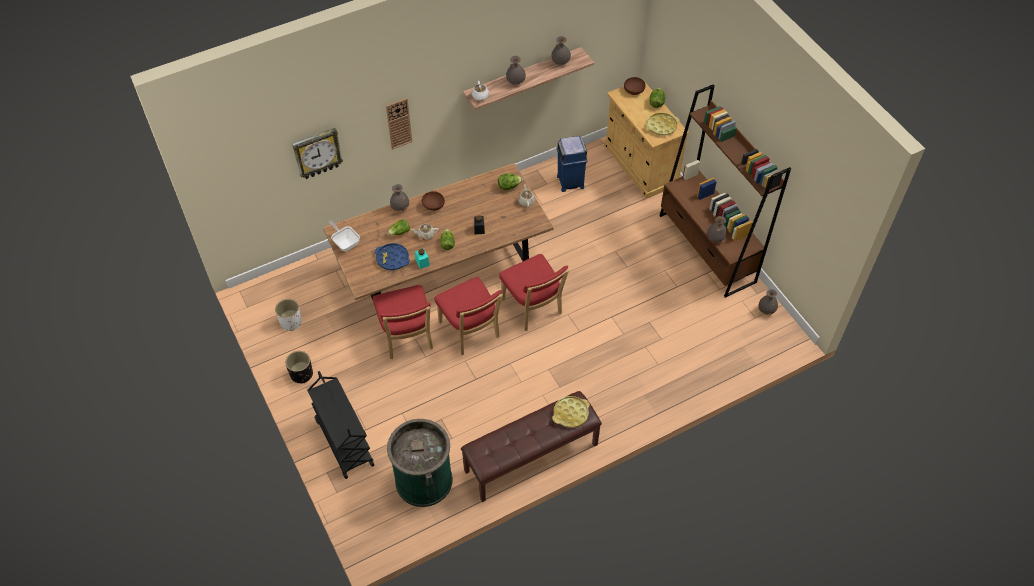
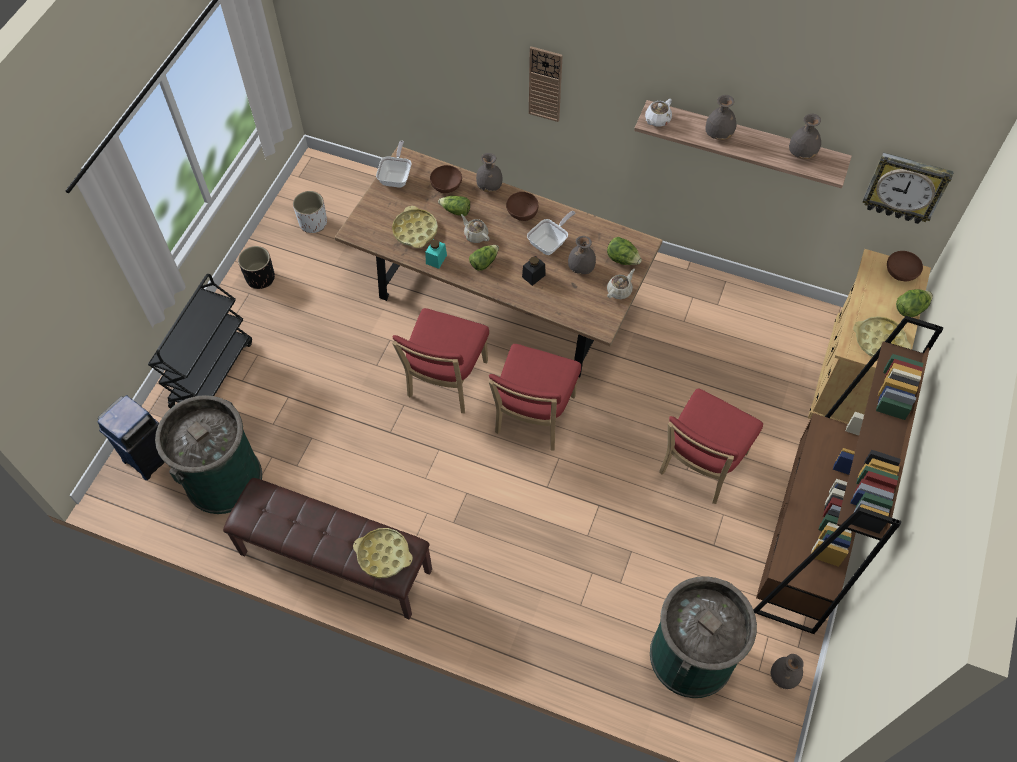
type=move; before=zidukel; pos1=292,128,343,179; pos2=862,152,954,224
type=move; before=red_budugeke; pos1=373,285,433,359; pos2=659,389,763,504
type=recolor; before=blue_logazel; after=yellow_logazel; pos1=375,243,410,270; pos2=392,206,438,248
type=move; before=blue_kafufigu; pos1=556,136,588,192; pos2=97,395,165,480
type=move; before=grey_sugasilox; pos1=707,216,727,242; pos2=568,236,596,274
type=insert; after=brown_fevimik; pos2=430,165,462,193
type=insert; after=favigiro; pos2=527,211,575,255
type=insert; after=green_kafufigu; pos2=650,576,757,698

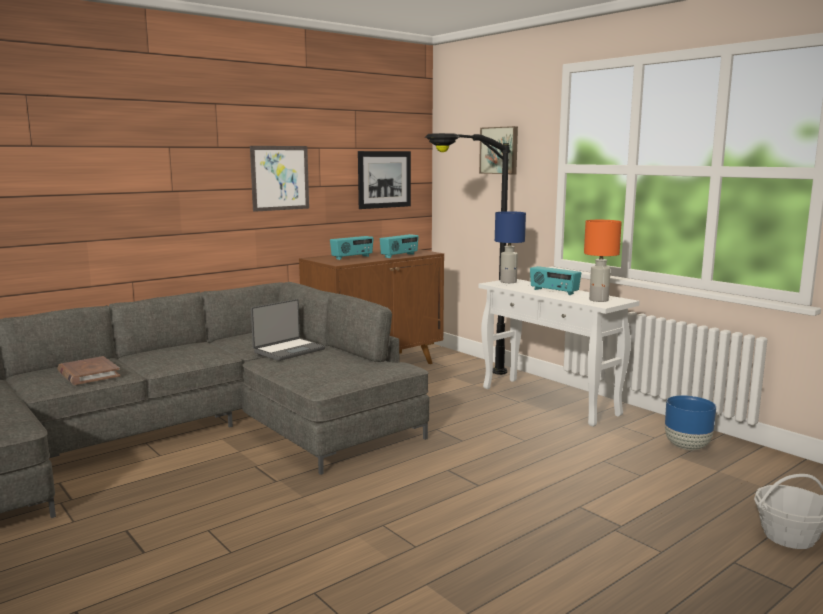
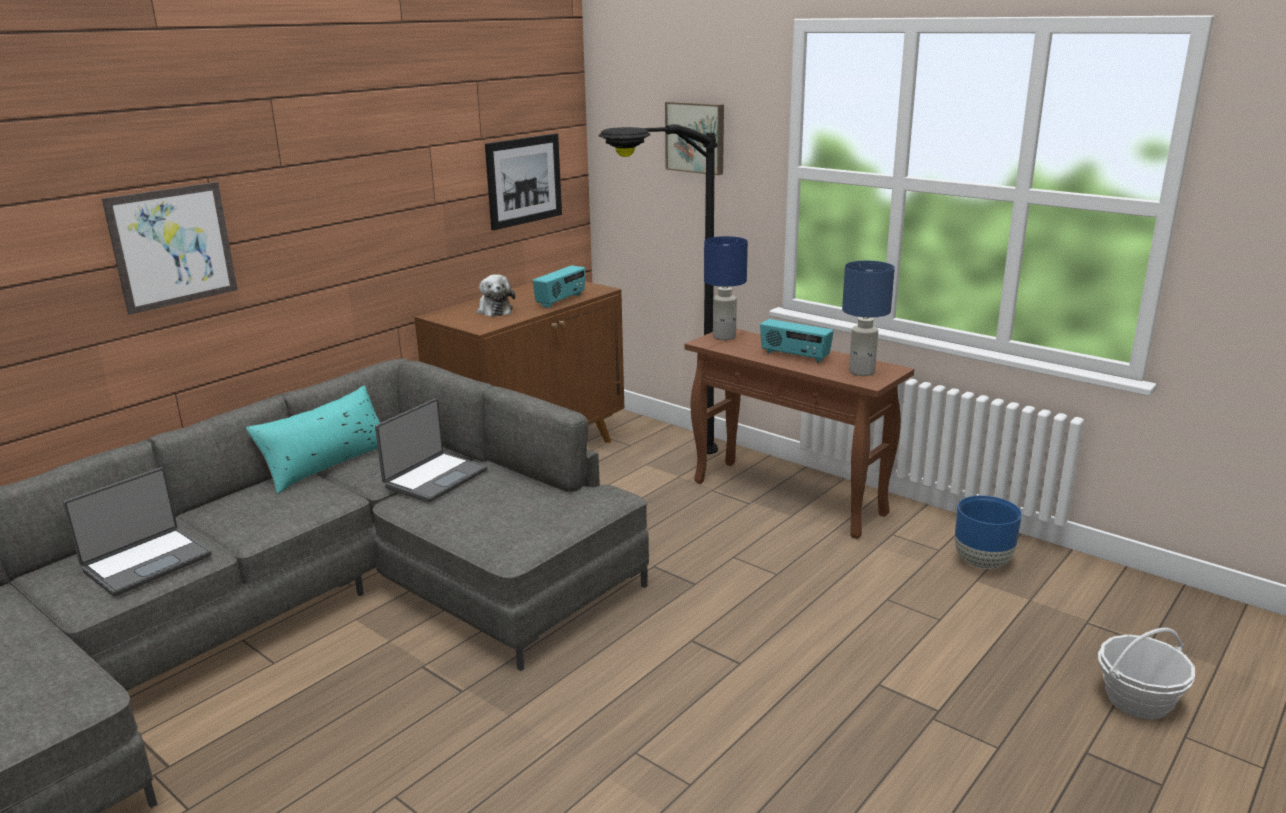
type=replace; before=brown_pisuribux; after=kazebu; pos1=58,356,120,385; pos2=63,467,211,597
type=move; before=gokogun; pos1=250,146,309,212; pos2=102,182,238,315
type=replace; before=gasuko; after=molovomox; pos1=330,236,374,260; pos2=477,274,515,317
type=recolor; before=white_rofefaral; after=brown_rofefaral; pos1=478,279,640,427; pos2=684,329,914,539
type=recolor; before=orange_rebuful; after=blue_rebuful; pos1=584,220,622,302; pos2=842,261,895,376
type=insert; after=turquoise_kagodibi; pos2=246,386,380,494

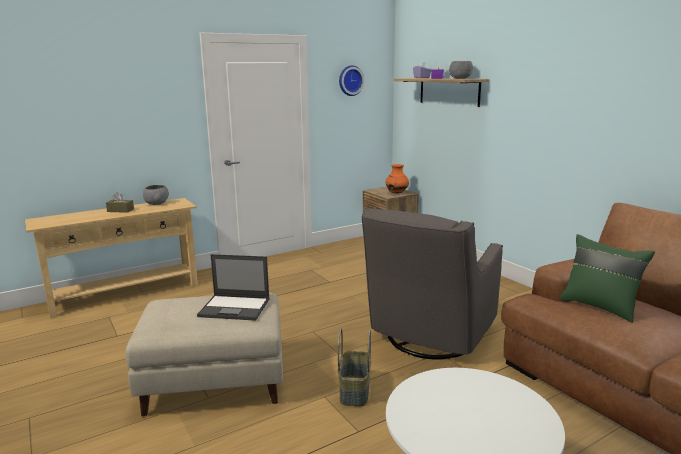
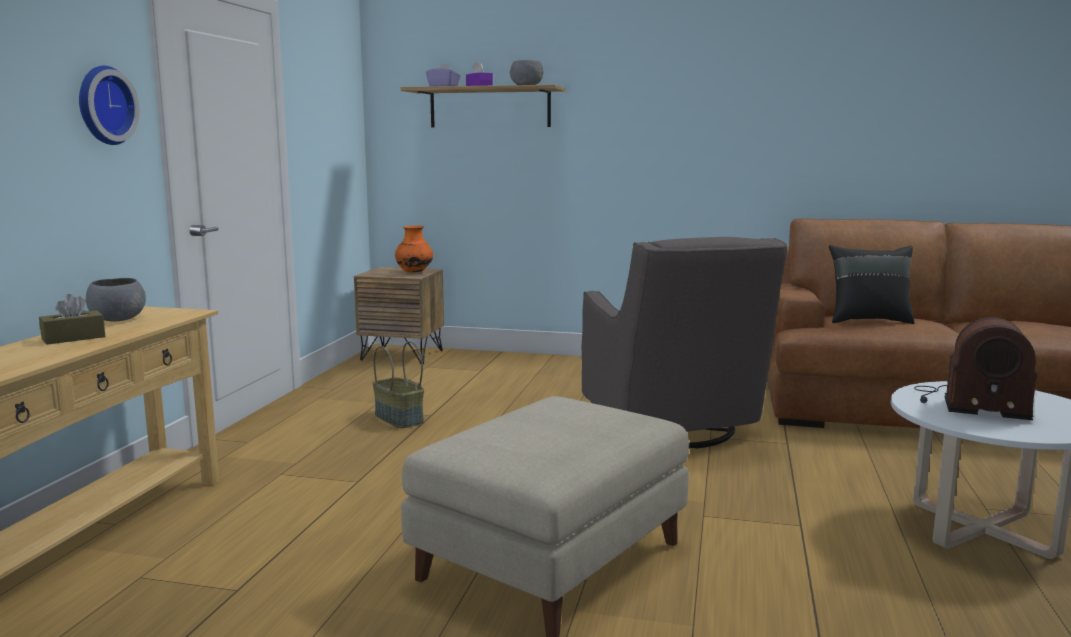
type=delete; before=kazebu; pos1=197,254,270,321
type=move; before=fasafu; pos1=338,328,371,407; pos2=373,341,424,428
type=move; before=zidukel; pos1=339,65,364,96; pos2=79,65,140,145
type=recolor; before=green_kagodibi; after=black_kagodibi; pos1=559,234,655,323; pos2=829,245,914,324
type=insert; after=gasuko; pos2=914,317,1038,420

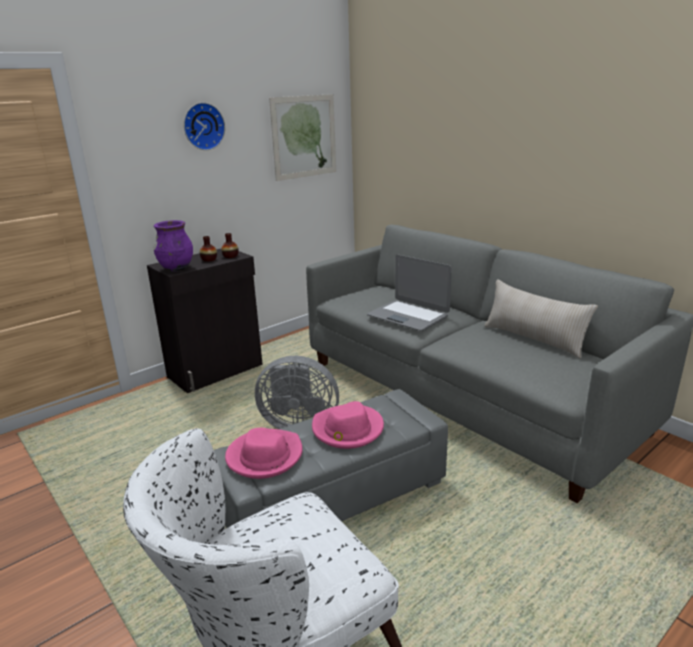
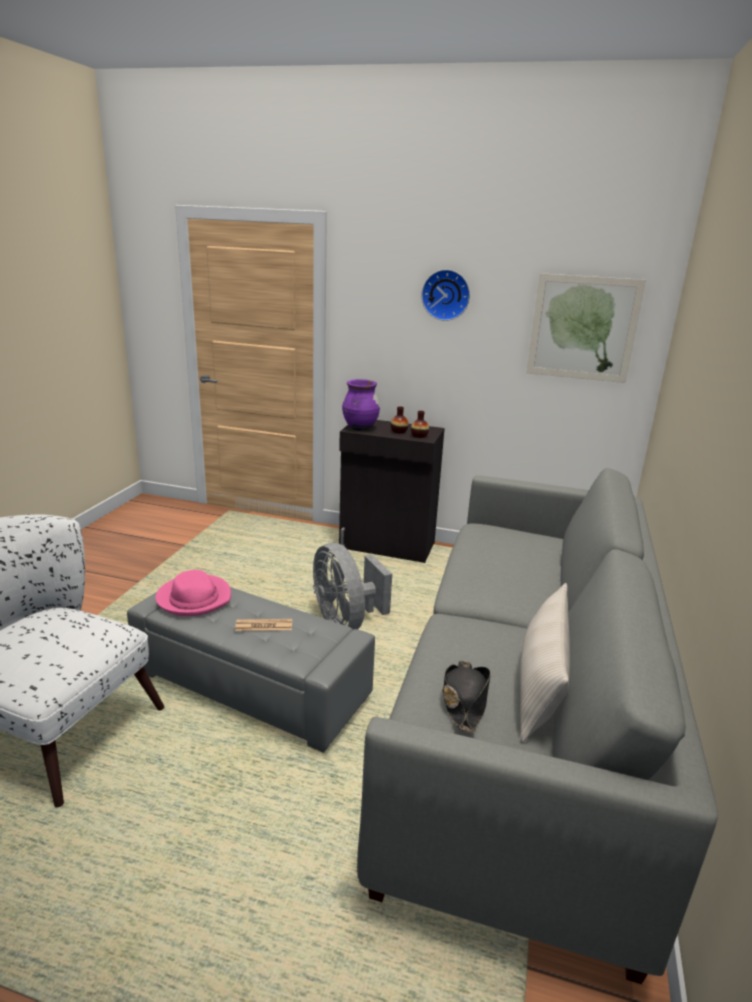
type=replace; before=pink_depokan; after=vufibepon; pos1=312,401,384,449; pos2=235,619,292,631
type=delete; before=kazebu; pos1=367,255,452,331
type=insert; after=black_depokan; pos2=442,660,491,733

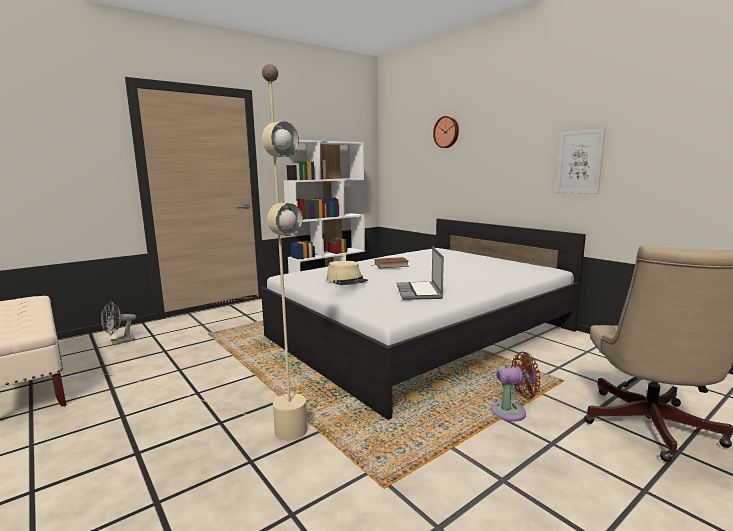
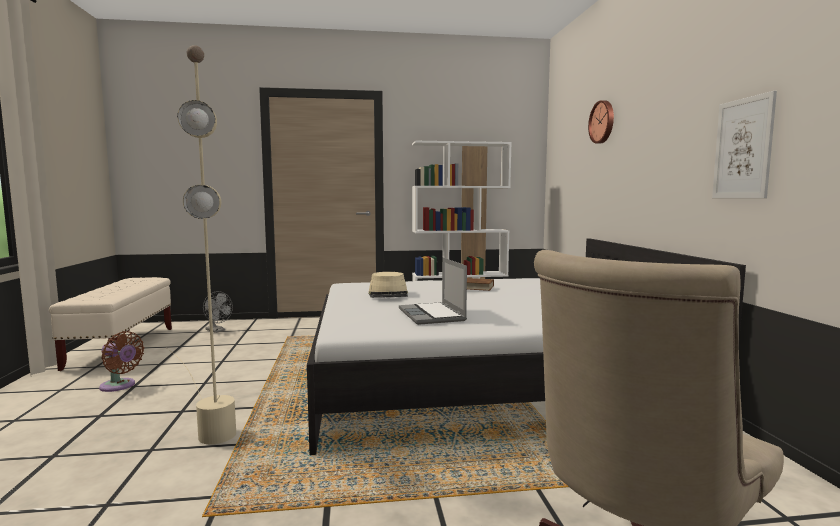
type=rotate; before=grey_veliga; pos1=101,301,136,345; pos2=203,291,233,333; turn=-135
type=rotate; before=kazebu; pos1=396,246,444,300; pos2=399,257,467,325; turn=-45
type=move; before=brown_veliga; pos1=491,352,541,421; pos2=99,331,144,392

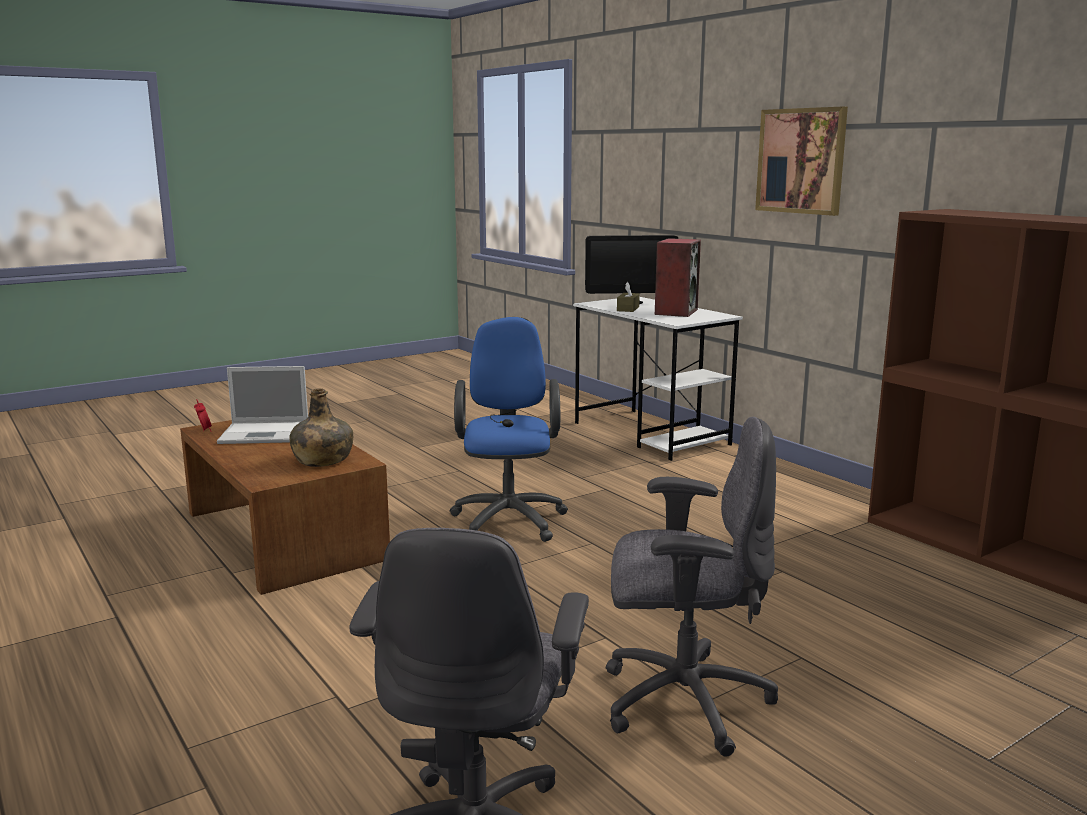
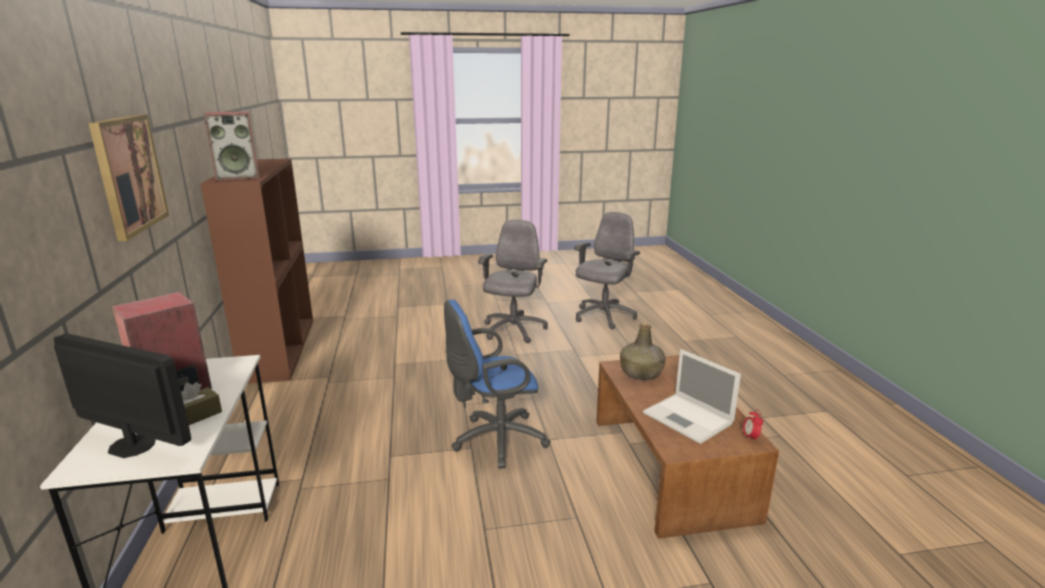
type=rotate; before=kazebu; pos1=217,366,308,444; pos2=643,349,741,444; turn=-150
type=rotate; before=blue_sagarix; pos1=450,317,568,542; pos2=444,300,551,469; turn=45
type=rotate; before=grey_sagarix; pos1=606,417,778,757; pos2=478,220,548,343; turn=75
type=insert; after=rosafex; pos2=204,111,259,181

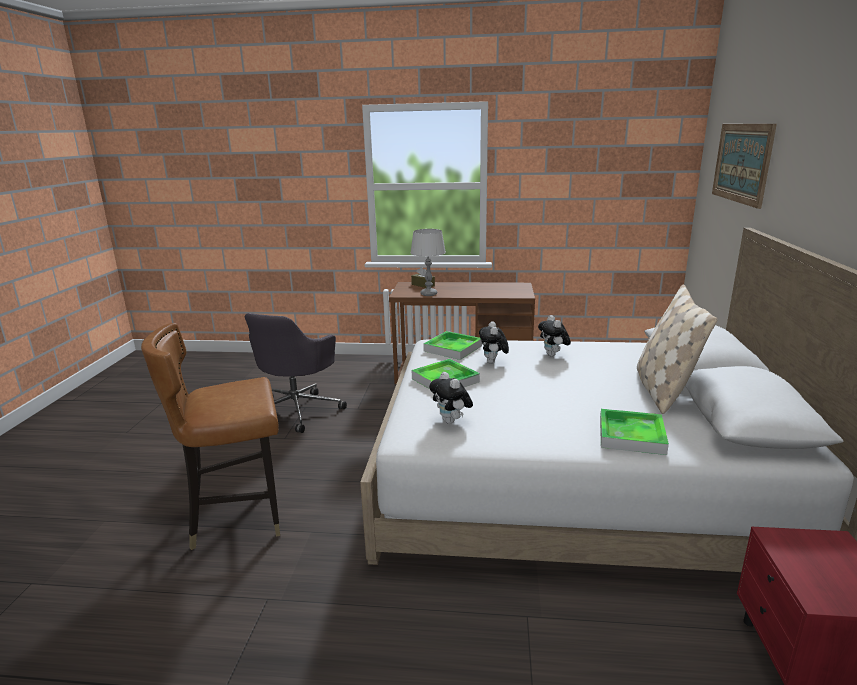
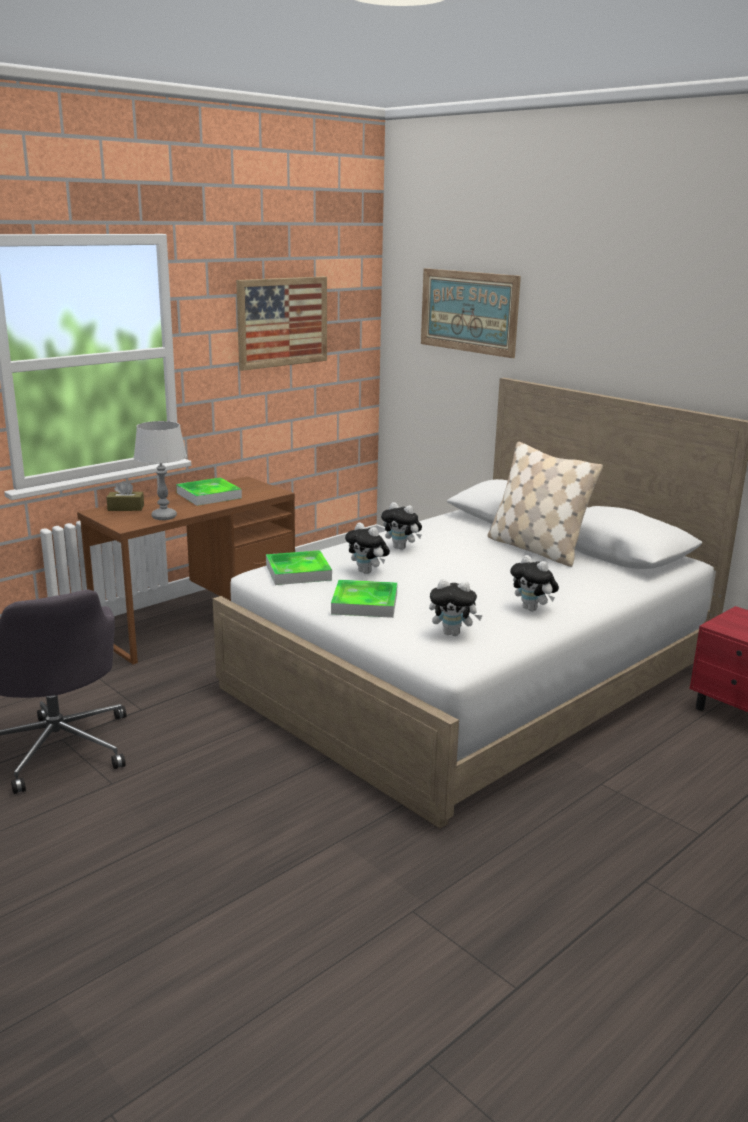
type=delete; before=brown_budugeke; pos1=141,323,280,550
type=move; before=logazel; pos1=600,409,669,455; pos2=176,478,242,506
type=insert; after=gokogun; pos2=236,276,327,371
type=insert; after=molovomox; pos2=510,555,559,611

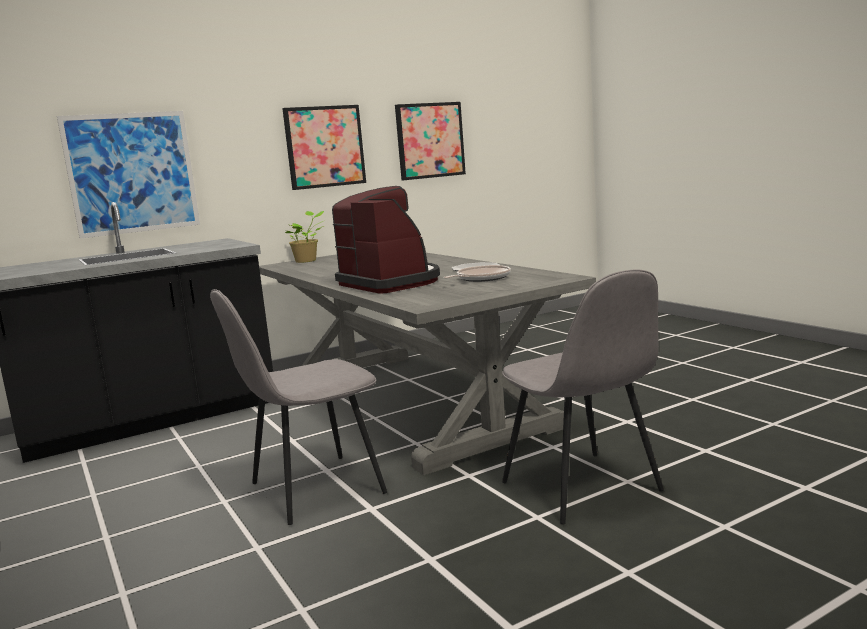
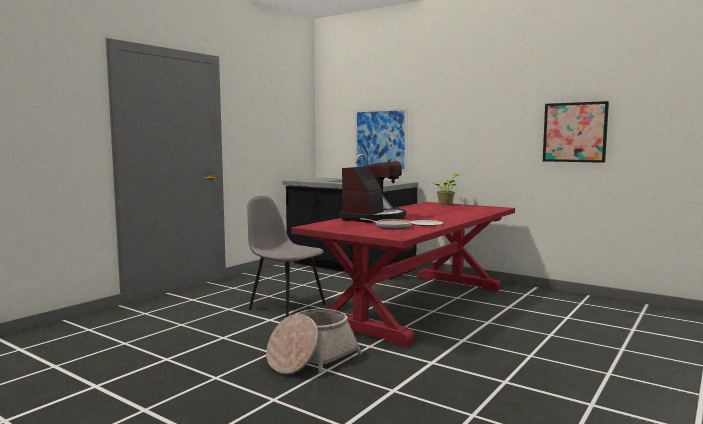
type=recolor; before=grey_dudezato; after=red_dudezato; pos1=259,253,596,475; pos2=291,202,515,347
type=delete; before=gokogun; pos1=282,105,366,190
type=replace; before=grey_budugeke; after=fasafu; pos1=502,269,664,524; pos2=266,309,362,374

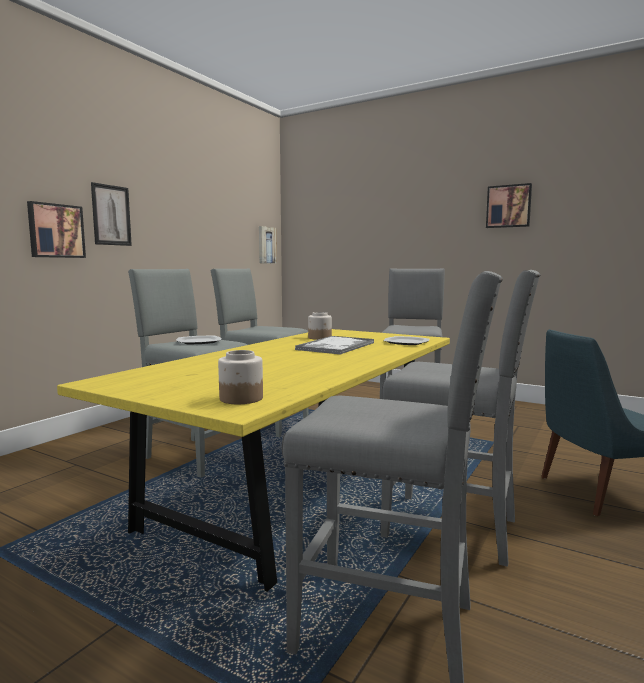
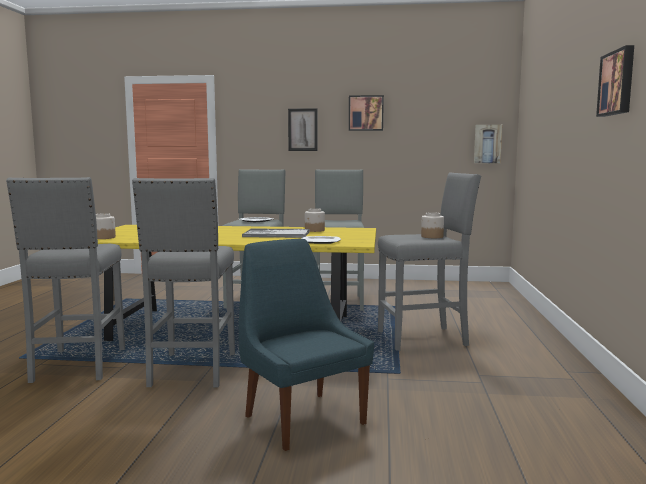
type=move; before=gokogun; pos1=27,201,86,258; pos2=349,95,384,131
type=insert; after=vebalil; pos2=421,212,444,238

